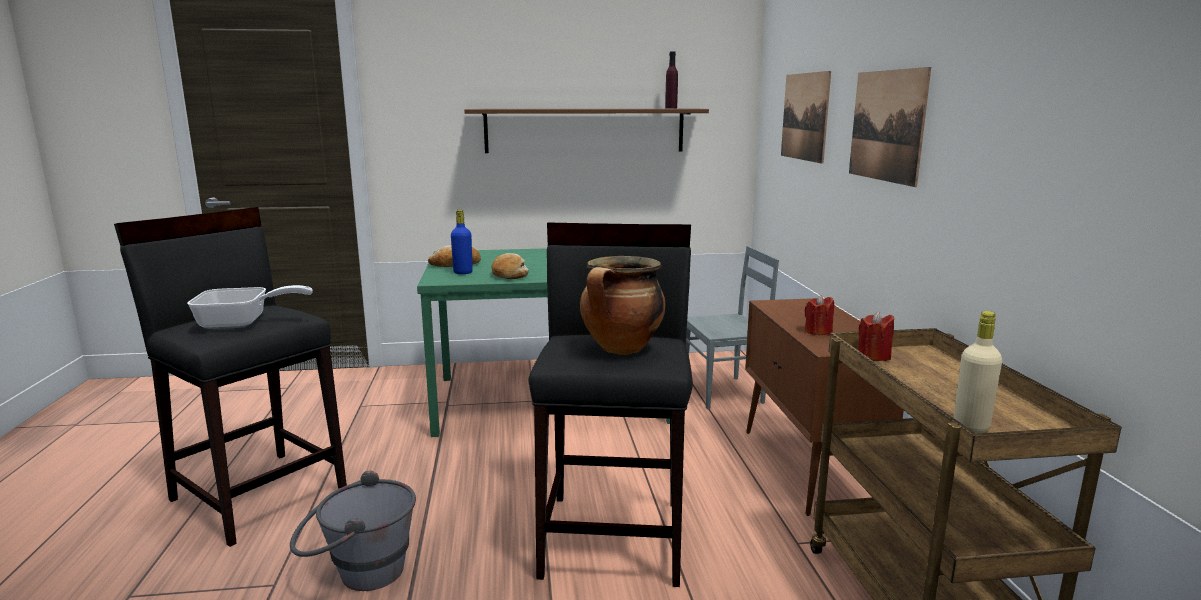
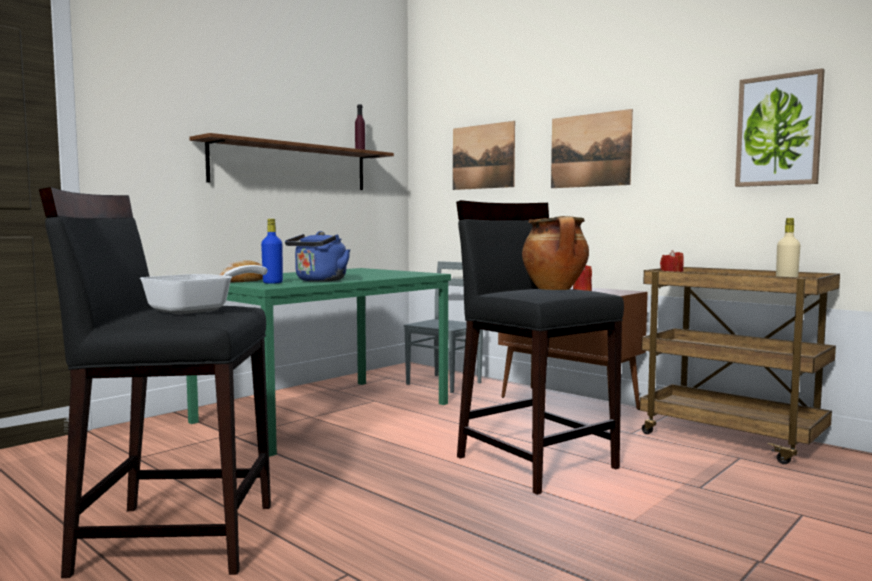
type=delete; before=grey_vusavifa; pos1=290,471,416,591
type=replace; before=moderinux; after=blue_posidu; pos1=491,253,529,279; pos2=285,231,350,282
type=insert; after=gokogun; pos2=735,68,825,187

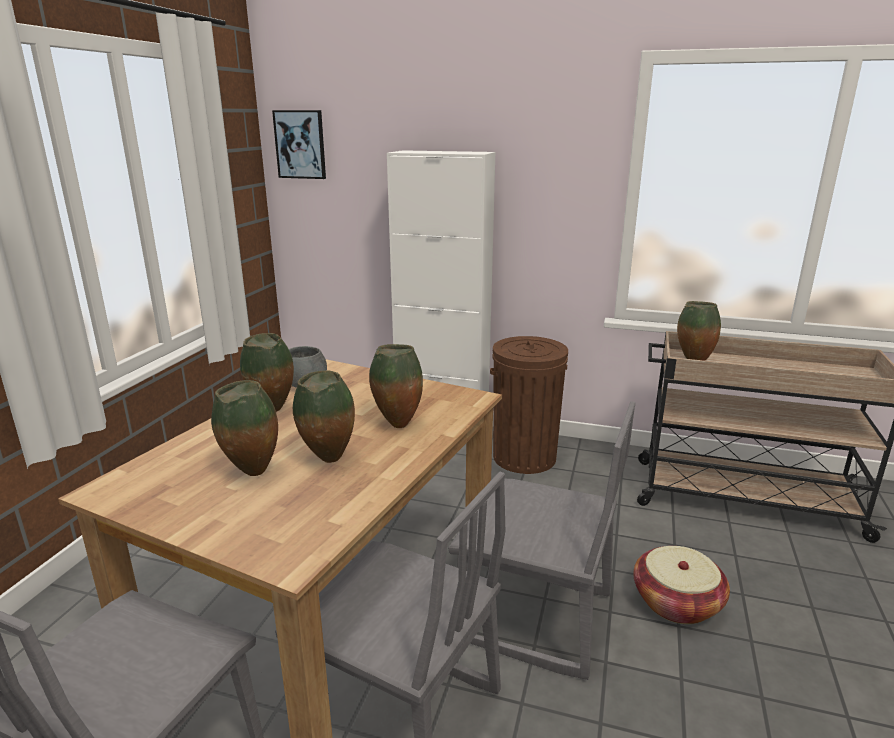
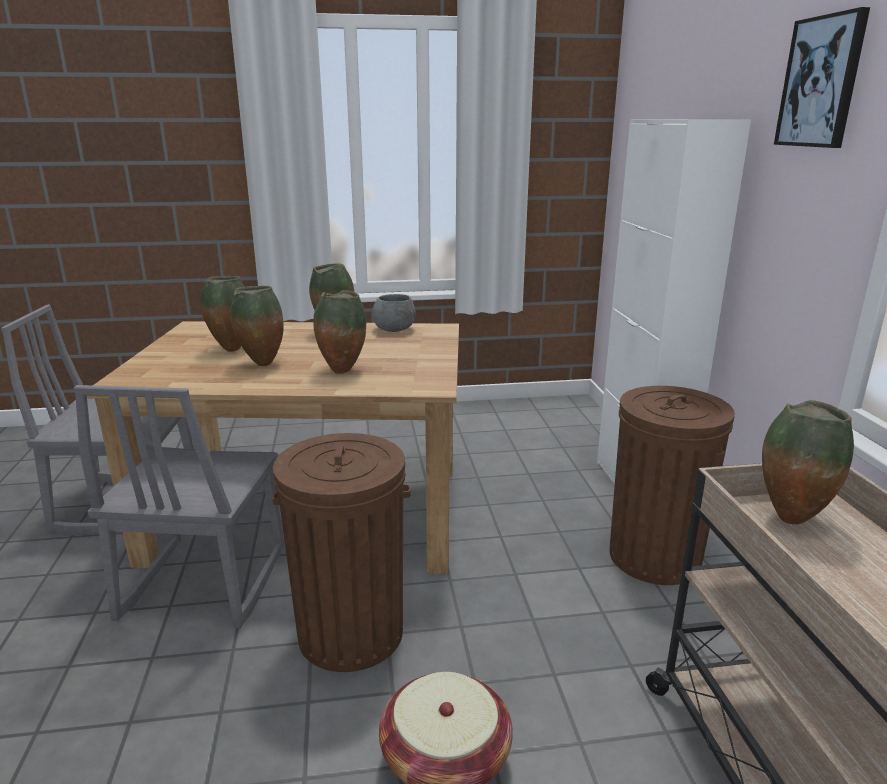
type=move; before=gokogun; pos1=272,110,326,179; pos2=774,7,870,148
type=replace; before=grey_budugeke; after=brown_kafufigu; pos1=448,401,636,680; pos2=272,433,411,672

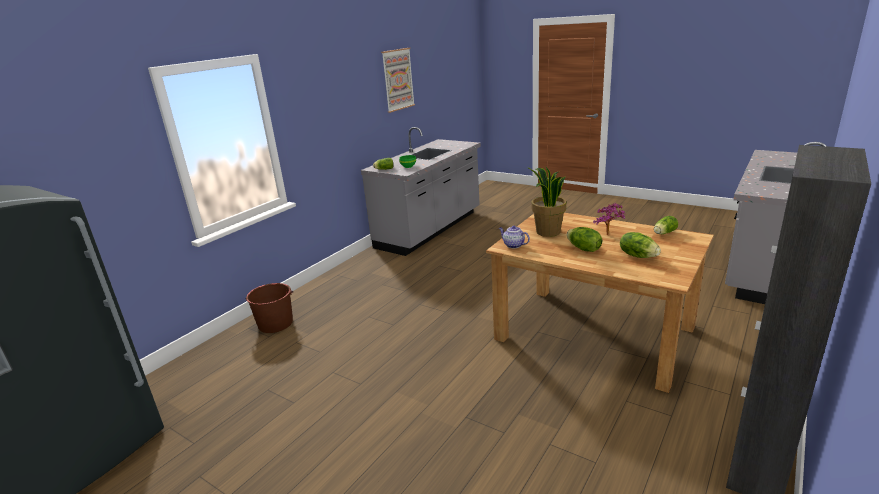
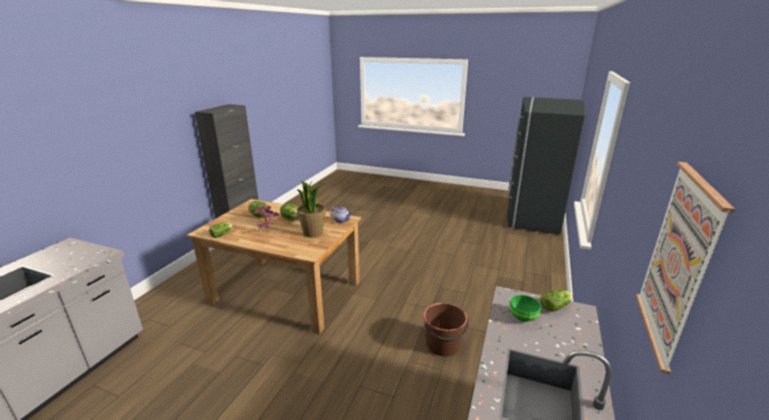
type=move; before=brown_vusavifa; pos1=245,283,293,333; pos2=423,303,469,356

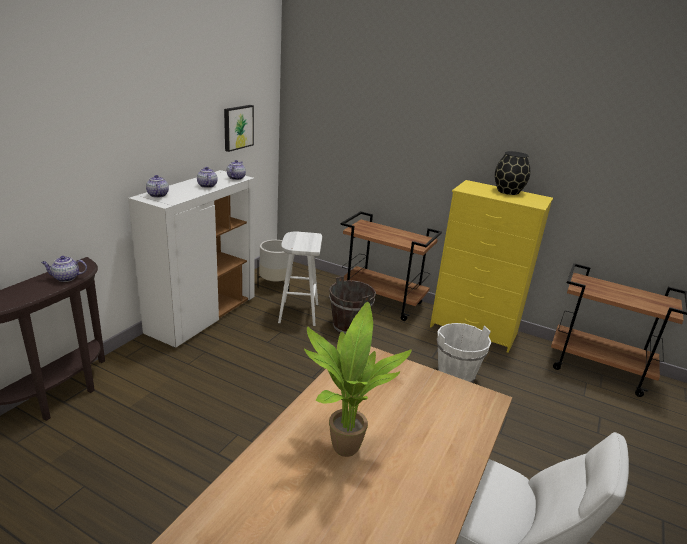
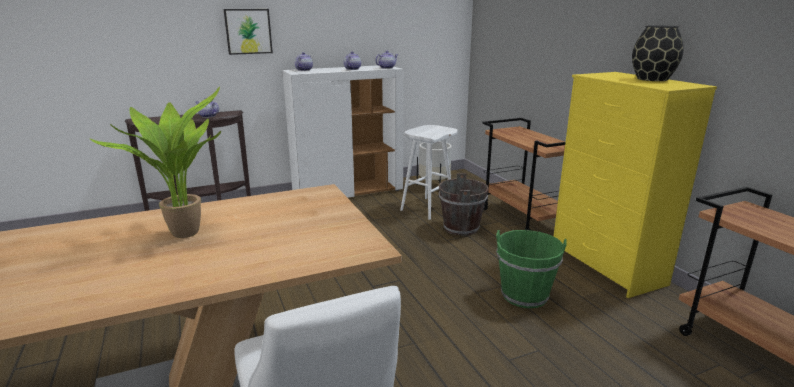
type=move; before=gokogun; pos1=224,105,254,152; pos2=223,9,273,55
type=recolor; before=white_vusavifa; after=green_vusavifa; pos1=437,323,491,383; pos2=496,230,567,308

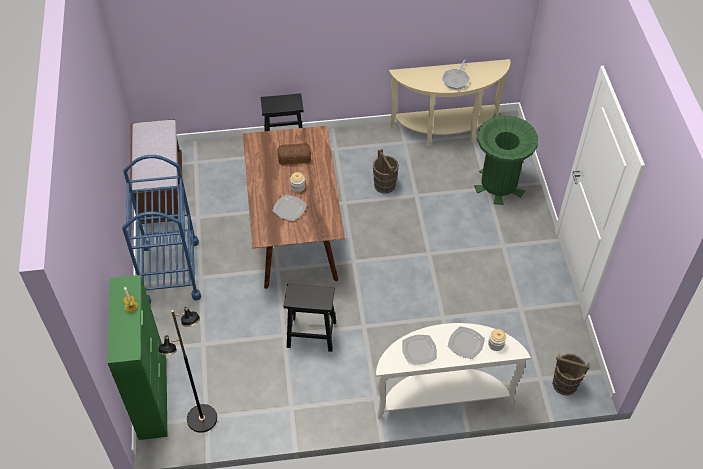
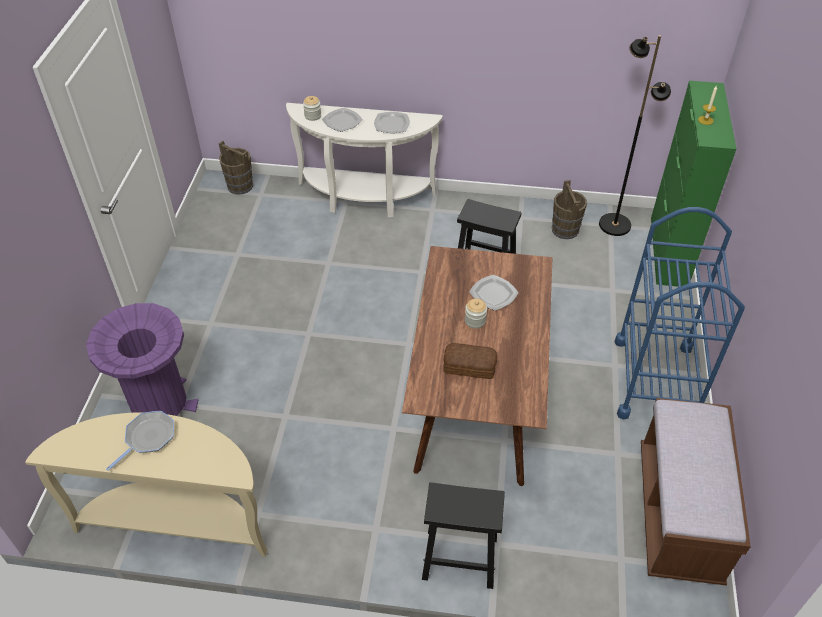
type=move; before=brown_vusavifa; pos1=373,149,399,193; pos2=552,180,587,239
type=recolor; before=green_kafufigu; after=purple_kafufigu; pos1=474,115,538,205; pos2=86,303,198,416

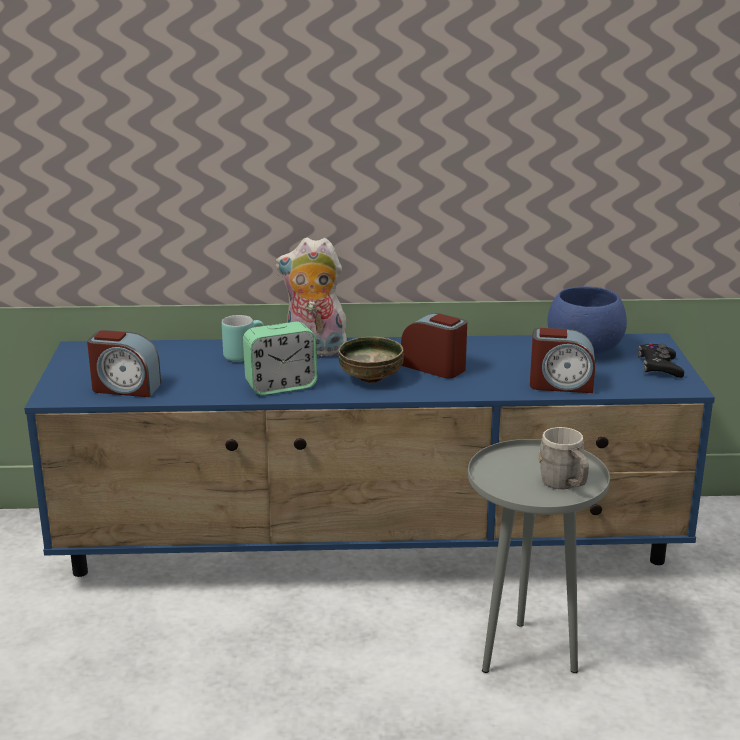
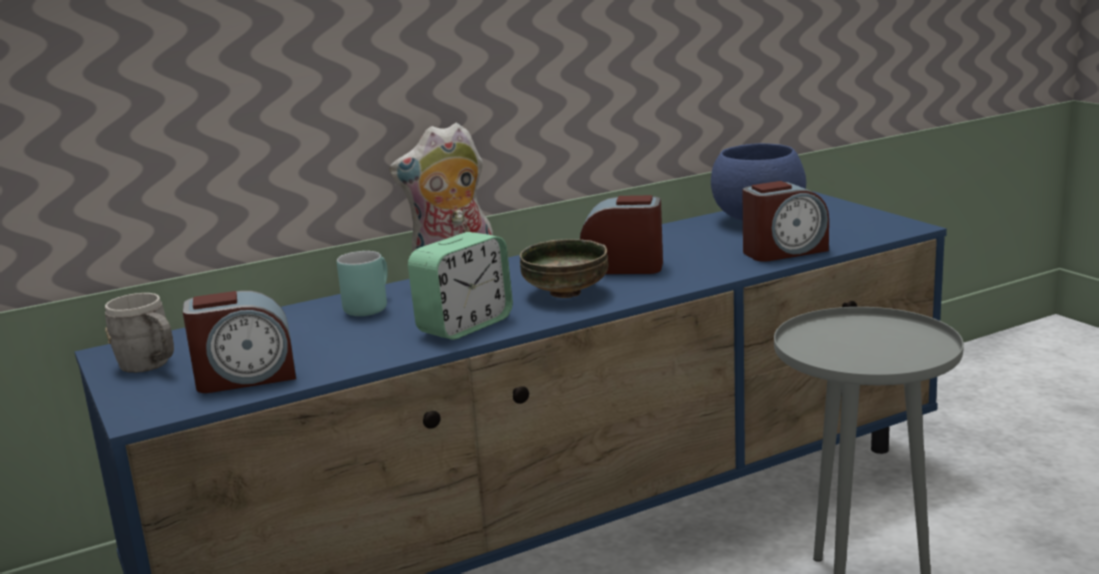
type=move; before=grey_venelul; pos1=539,427,589,489; pos2=105,293,174,373
type=delete; before=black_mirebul; pos1=638,343,684,378

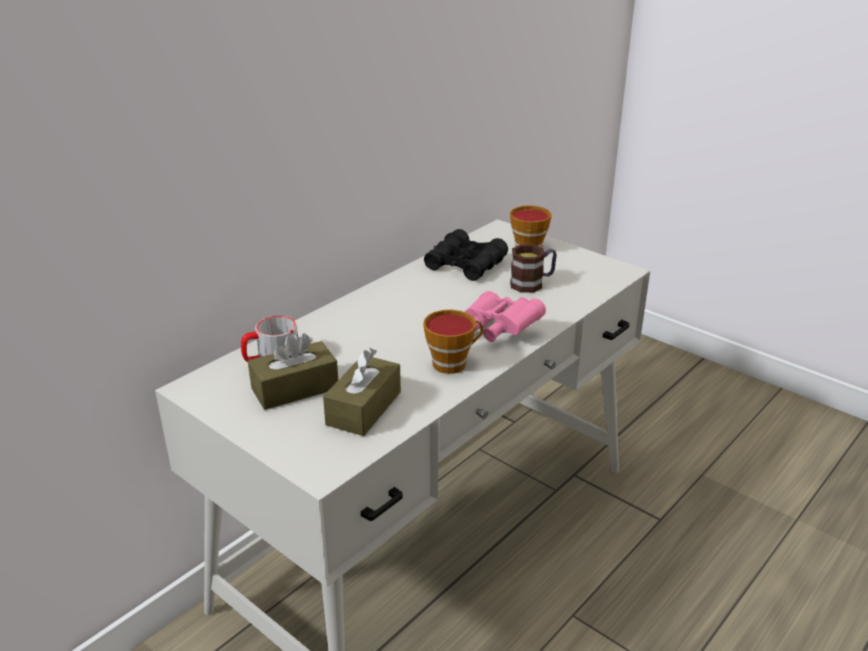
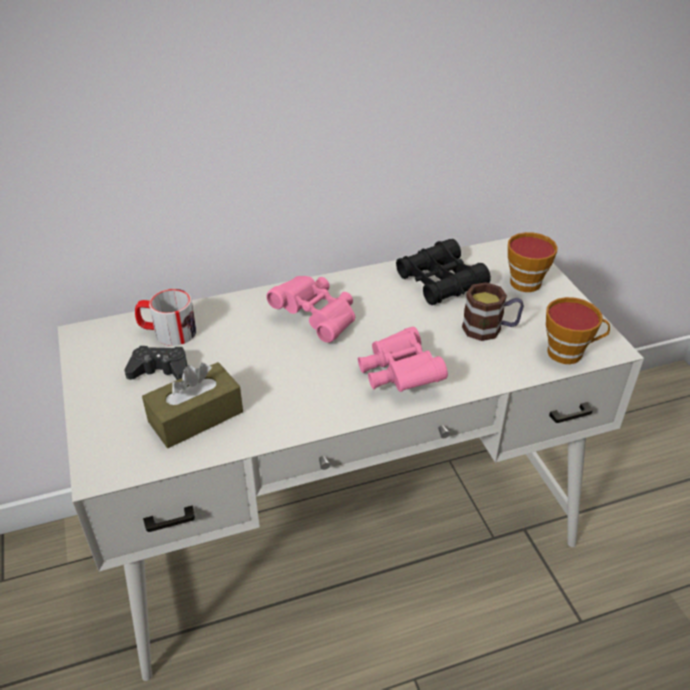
type=replace; before=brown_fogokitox; after=black_mirebul; pos1=248,333,338,410; pos2=124,346,187,380
type=move; before=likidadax; pos1=423,310,483,374; pos2=546,297,610,364
type=insert; after=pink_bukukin; pos2=267,276,355,343

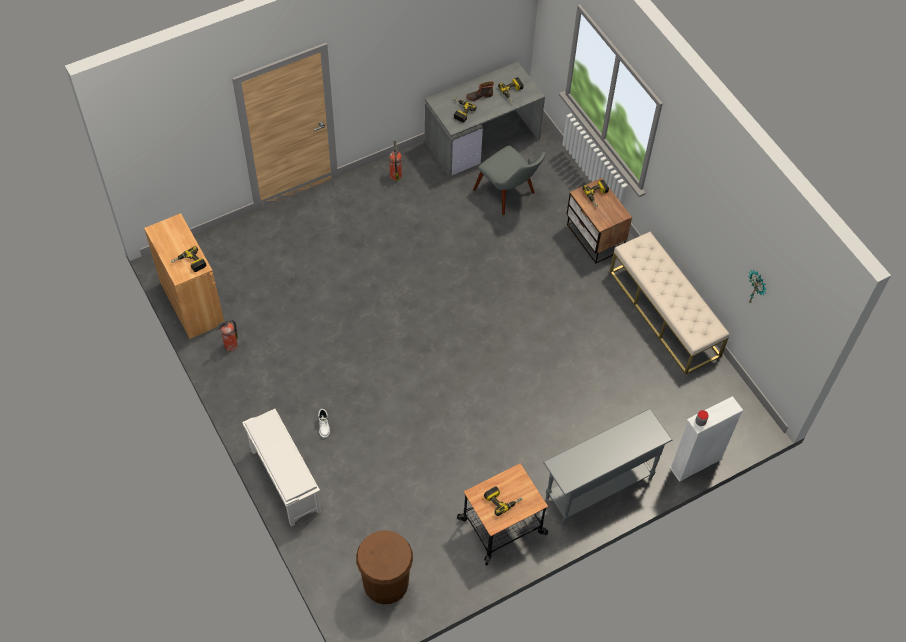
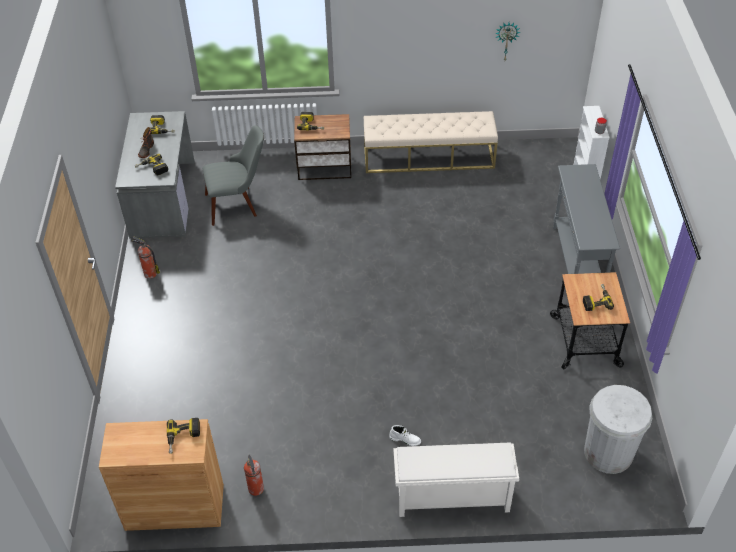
type=recolor; before=brown_kafufigu; after=white_kafufigu; pos1=356,530,413,604; pos2=584,385,653,474

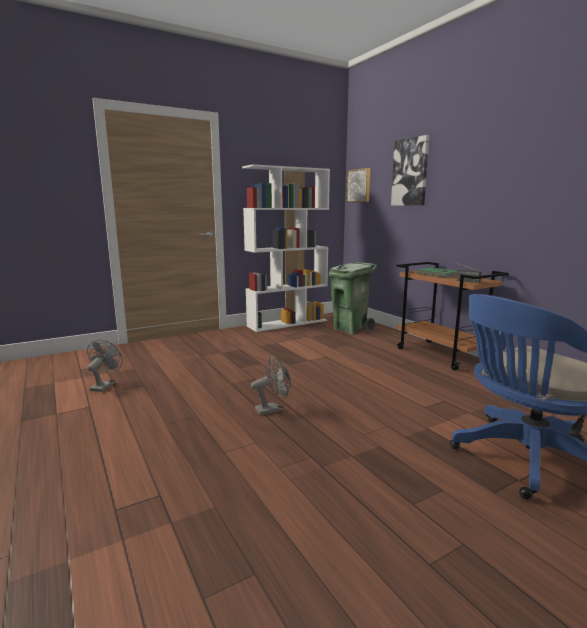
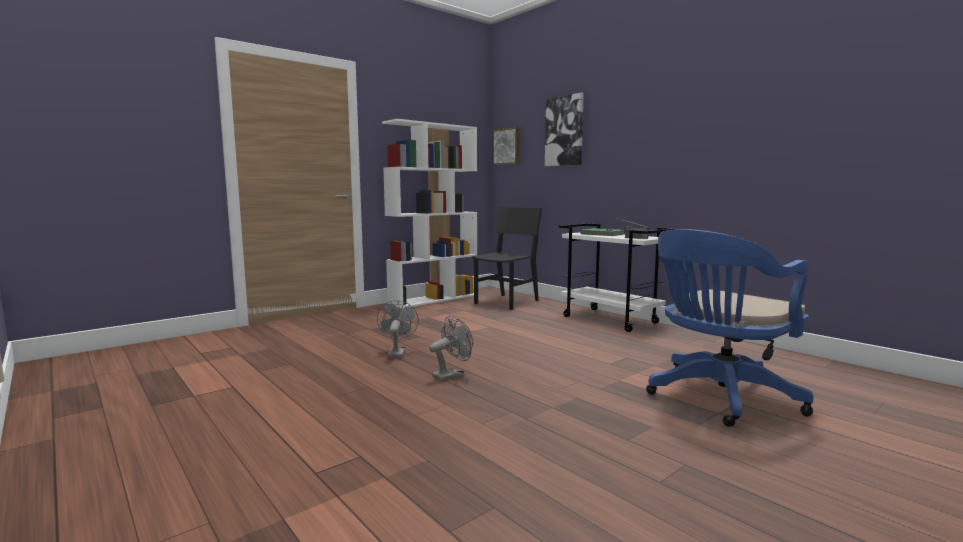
type=move; before=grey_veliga; pos1=87,339,123,392; pos2=377,300,419,358
type=replace; before=green_kafufigu; after=black_budugeke; pos1=329,262,377,335; pos2=472,207,542,310
type=recolor; before=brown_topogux; after=white_topogux; pos1=396,262,509,370; pos2=559,223,674,332

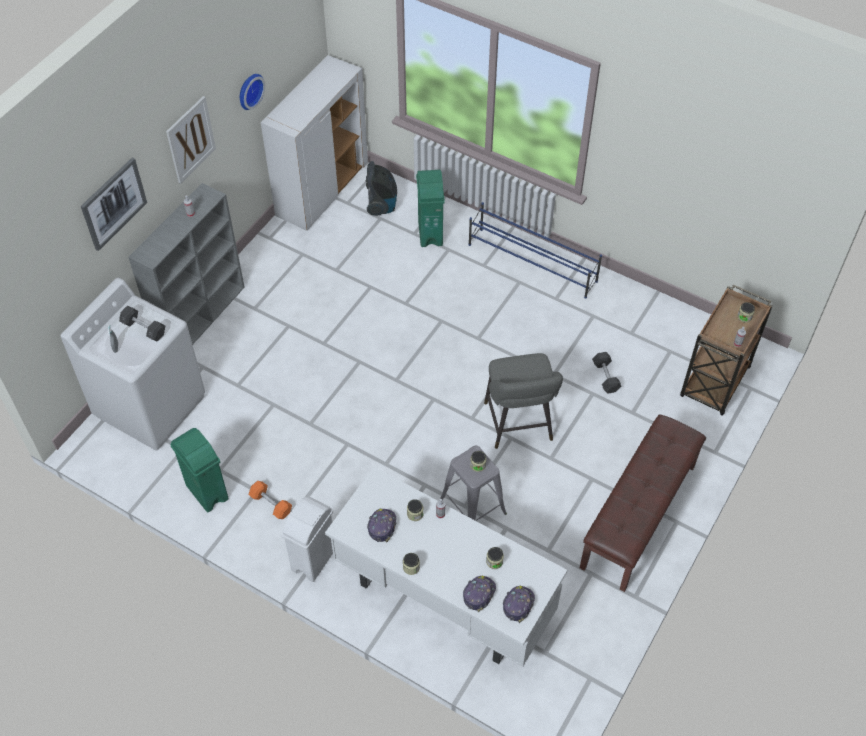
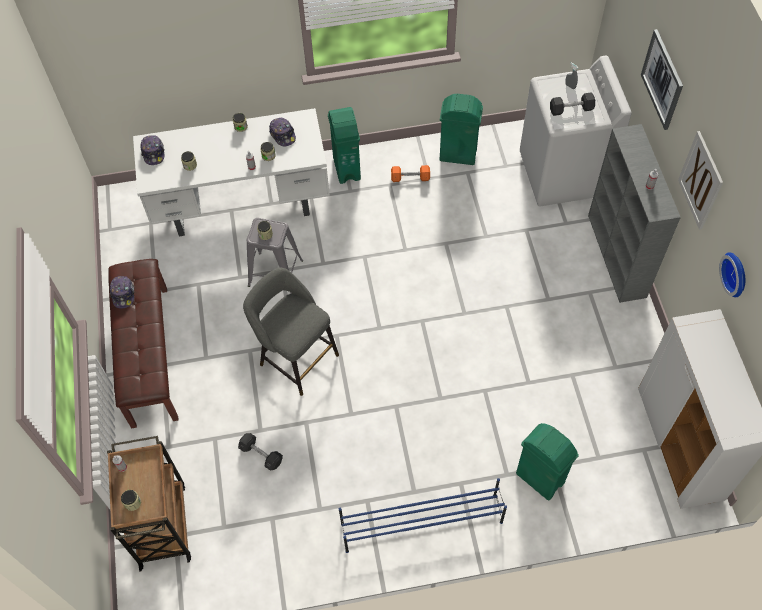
type=recolor; before=white_kafufigu; after=green_kafufigu; pos1=281,496,333,582; pos2=328,107,361,184
type=delete; before=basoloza; pos1=366,161,397,216
type=move; before=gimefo; pos1=463,575,496,612; pos2=110,276,135,309

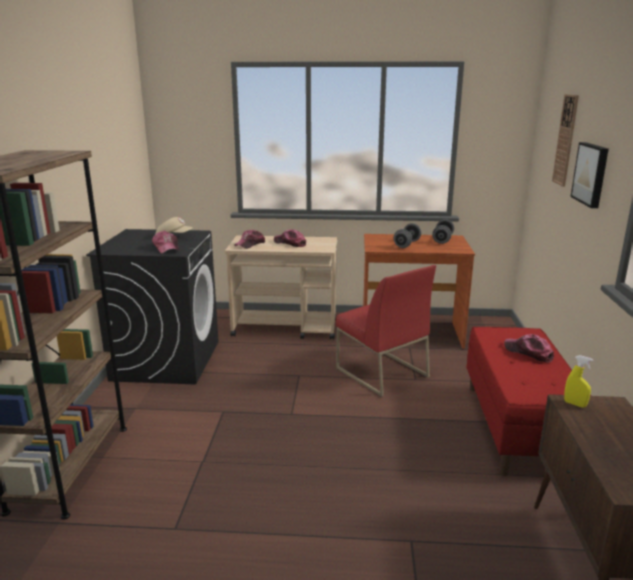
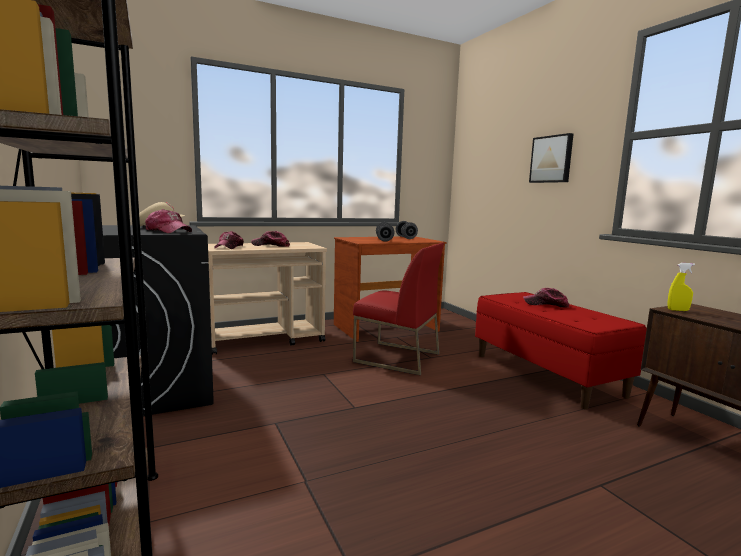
type=delete; before=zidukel; pos1=552,94,579,187

